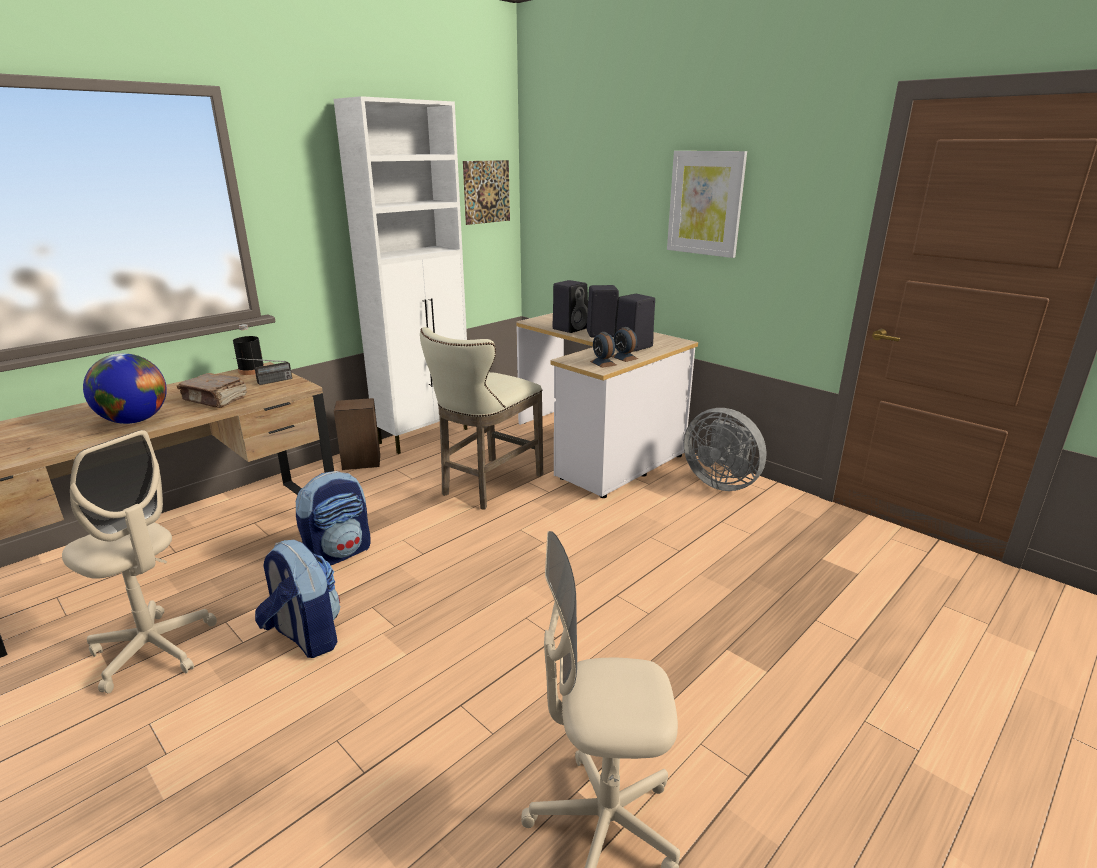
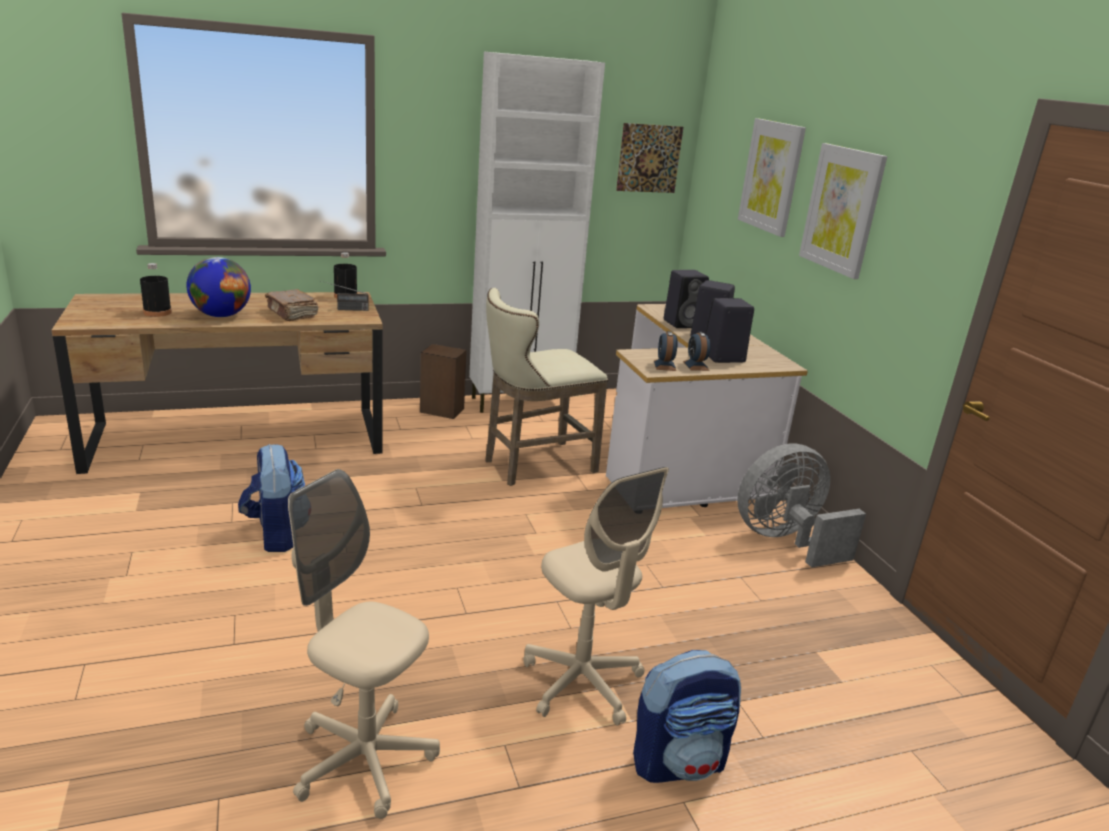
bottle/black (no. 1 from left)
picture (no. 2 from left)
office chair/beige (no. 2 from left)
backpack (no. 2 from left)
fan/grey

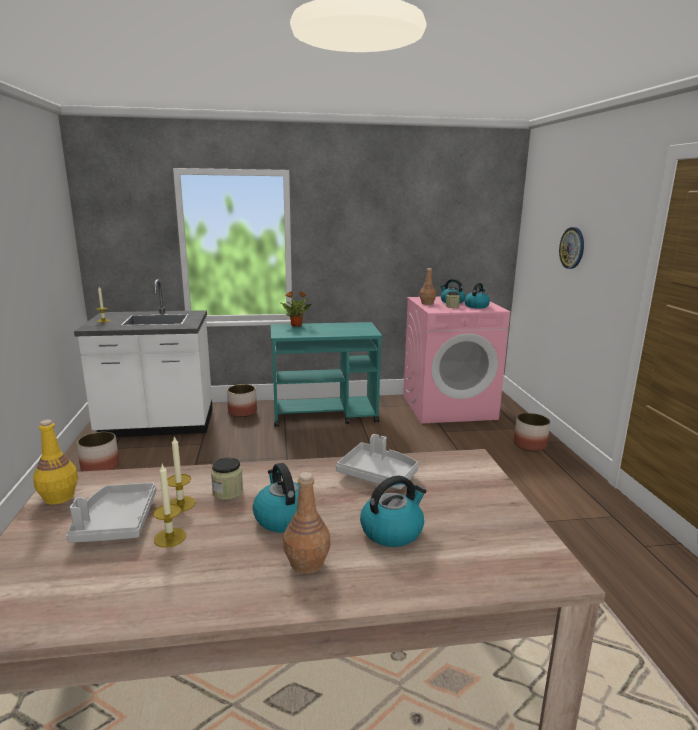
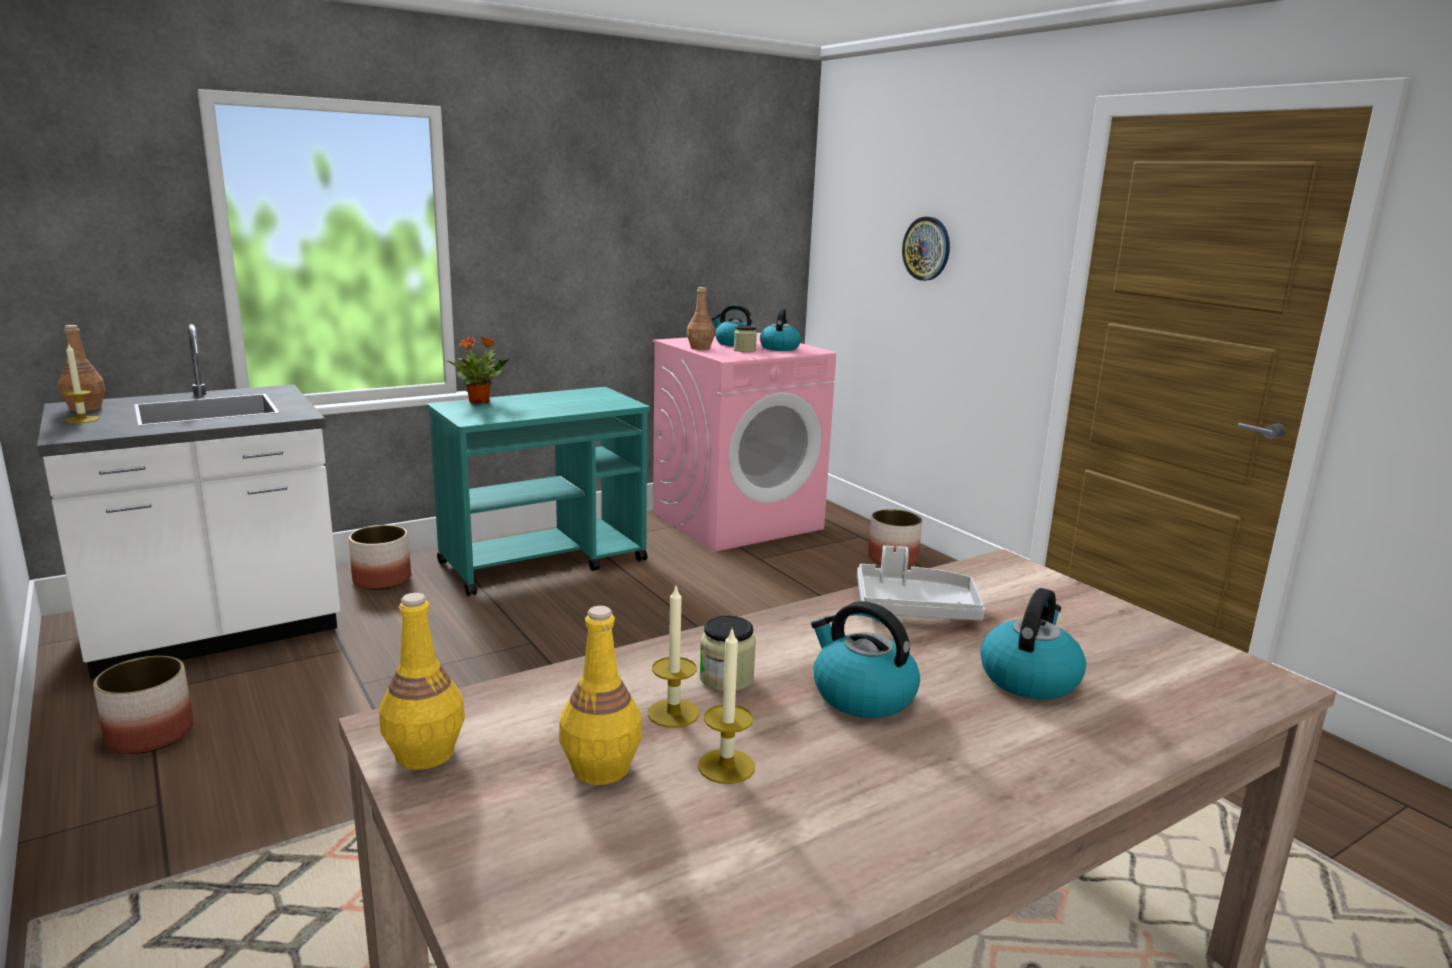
bottle/brown (no. 1 from left)
bottle/yellow (no. 2 from left)

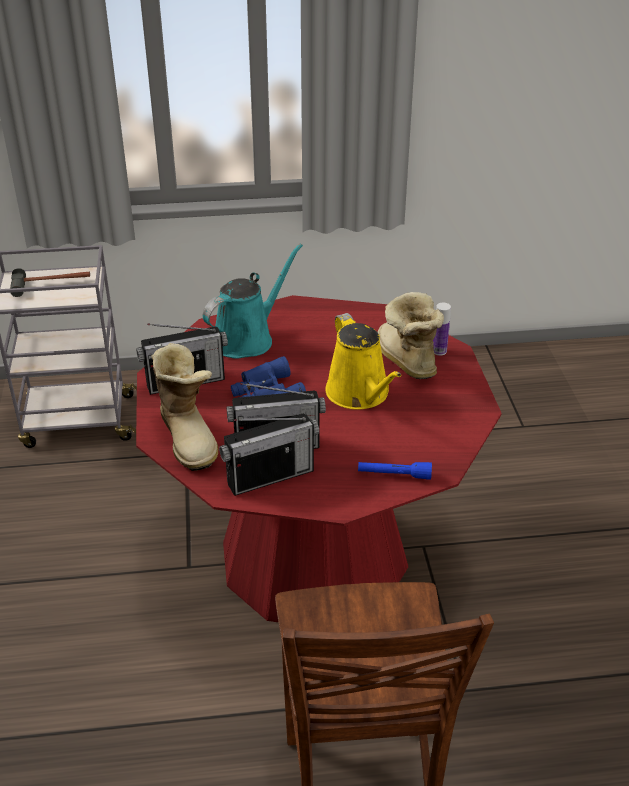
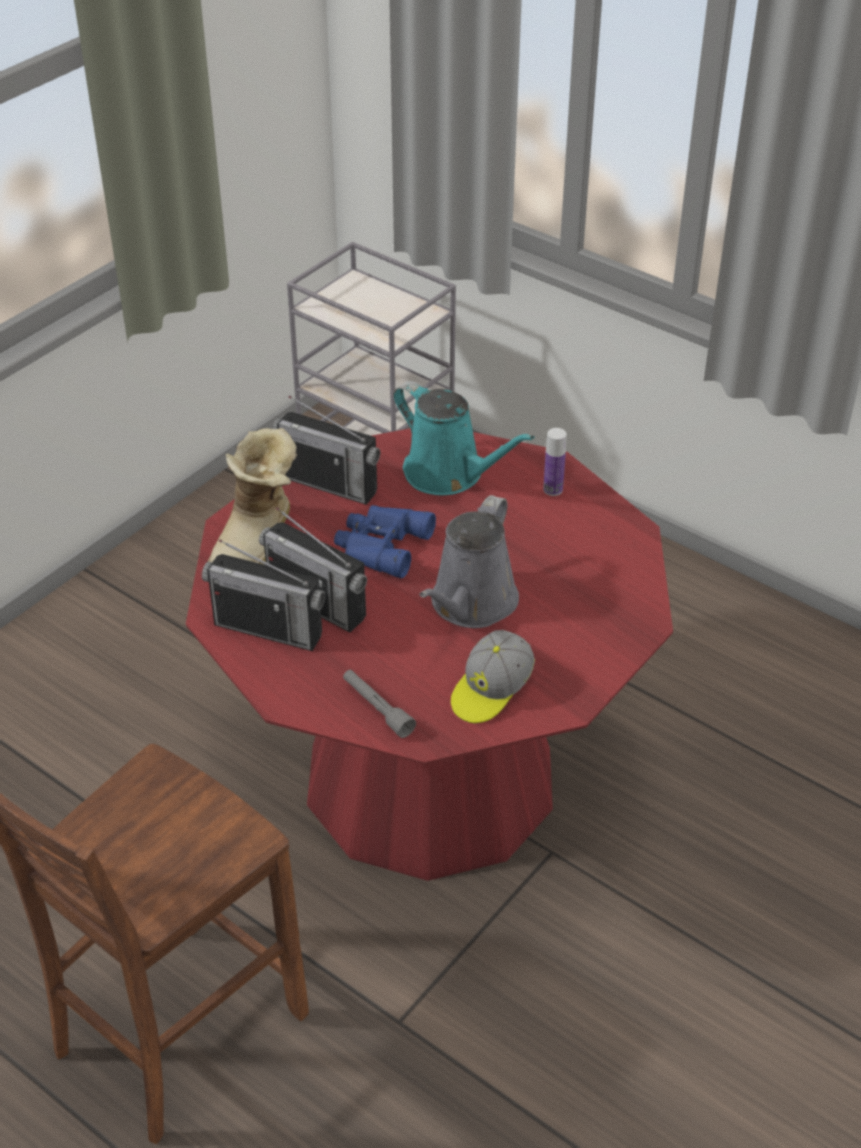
hammer
boot (no. 2 from left in the first image)
cap
bottle
watering can/grey
flashlight/grey
watering can/turquoise

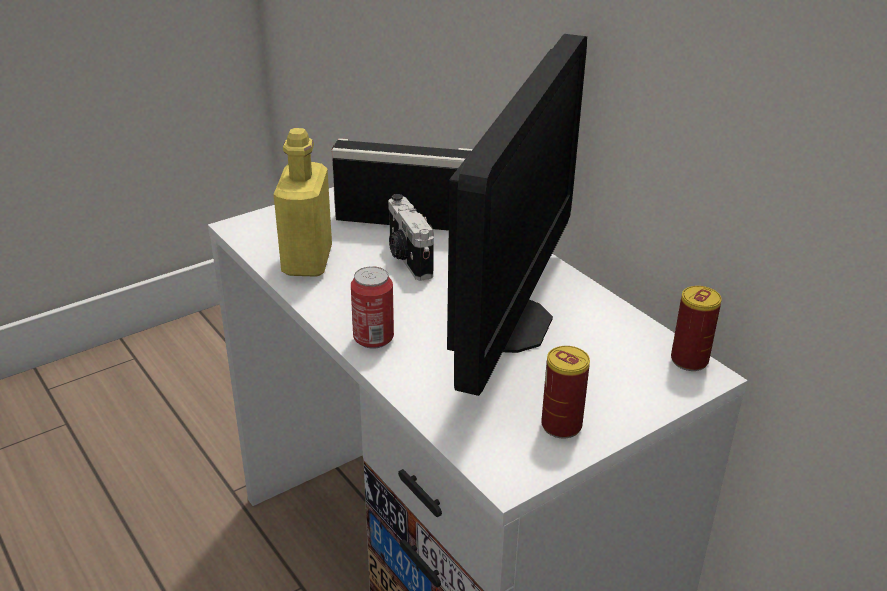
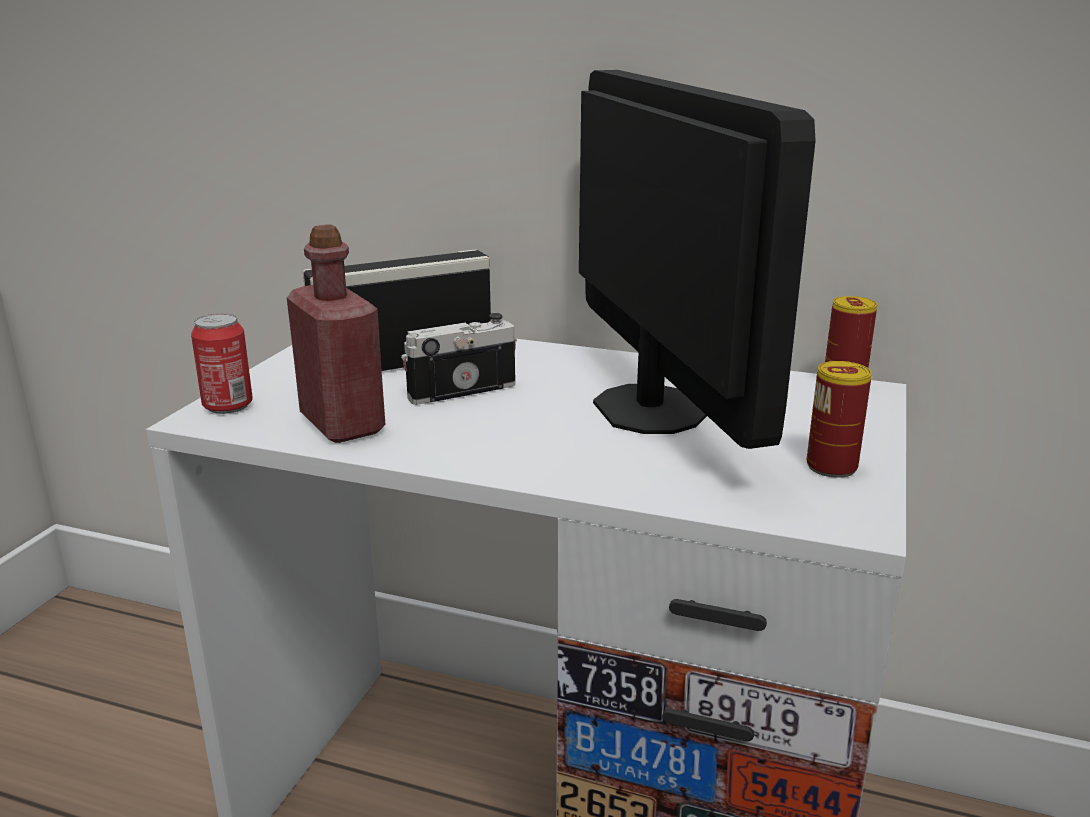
can (no. 1 from left)
bottle/red
photo camera

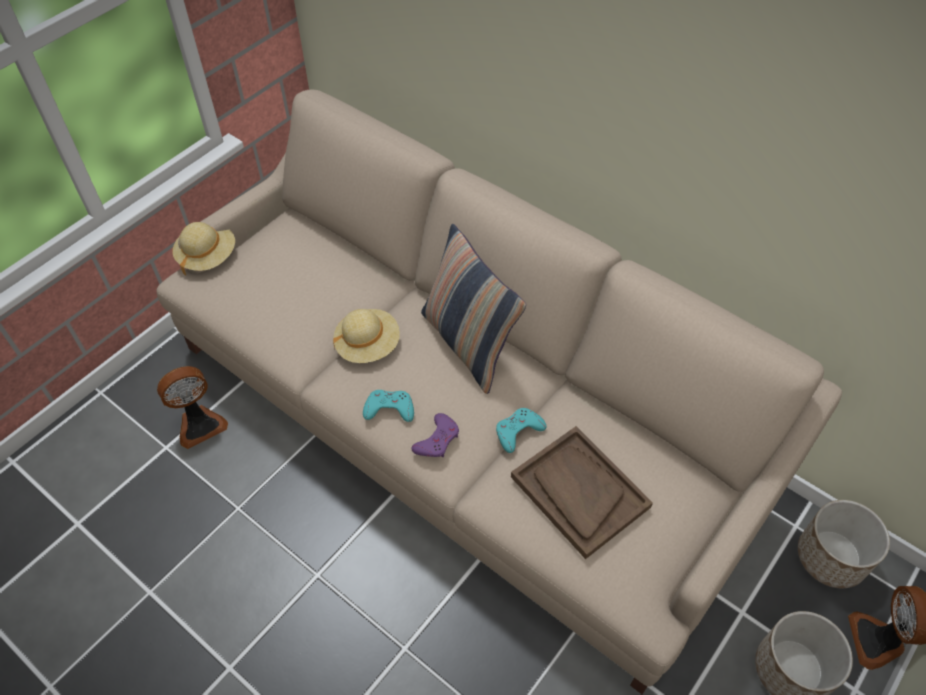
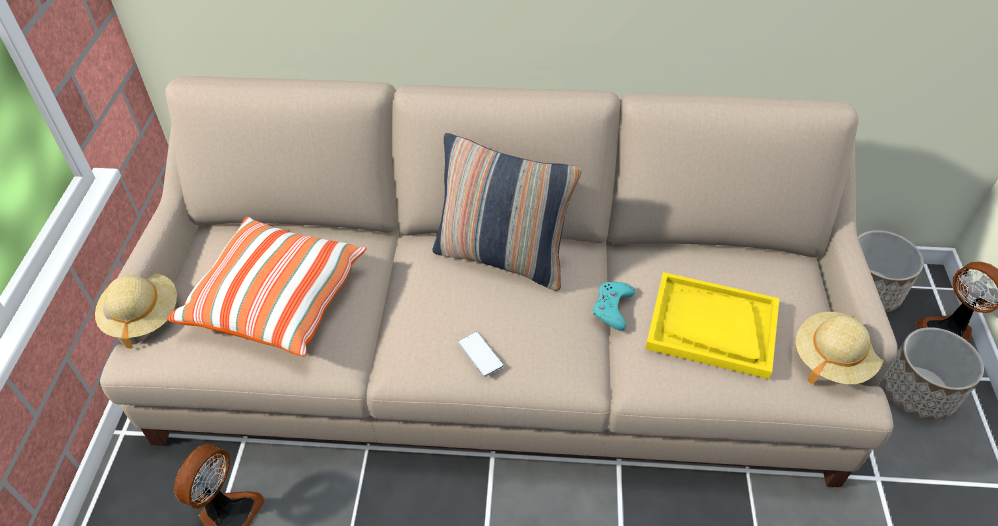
game controller/purple
pillow (no. 1 from left)
hat/beige (no. 2 from left)
phone
tray/yellow

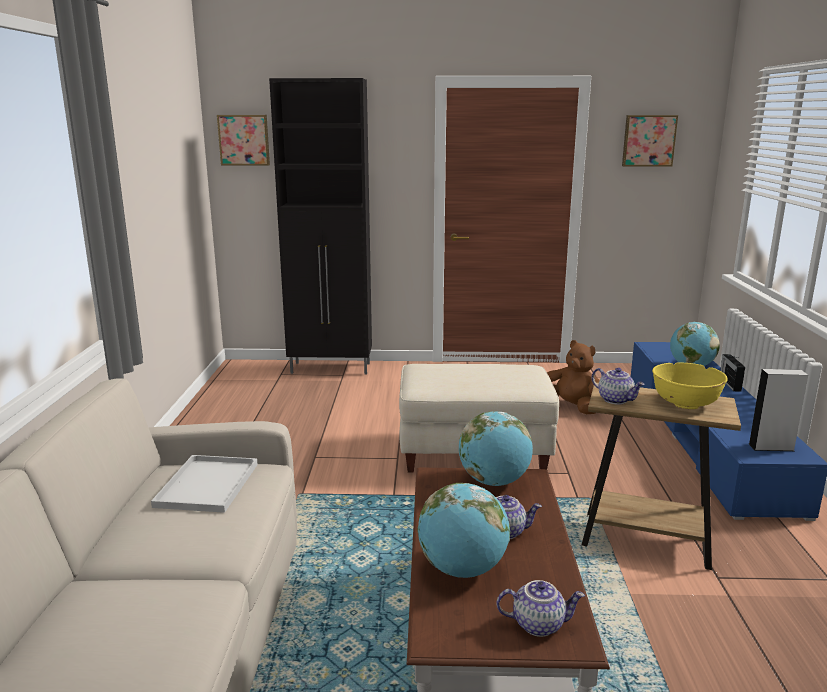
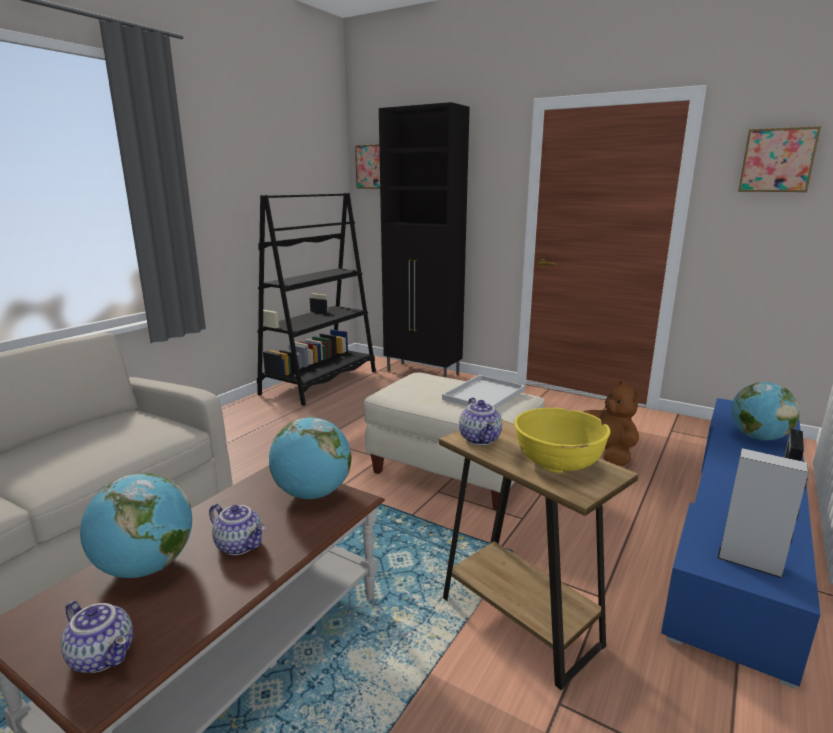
bookcase/black
tray/white

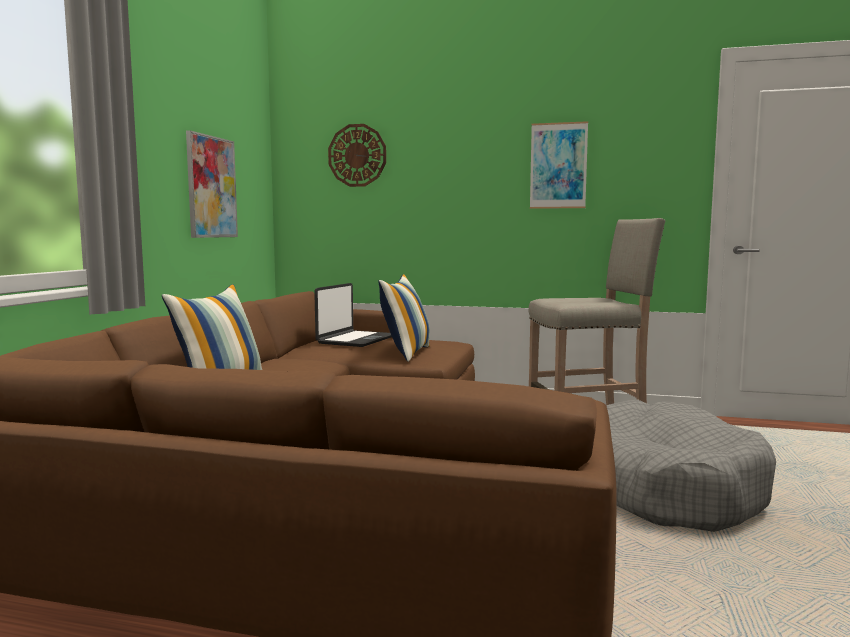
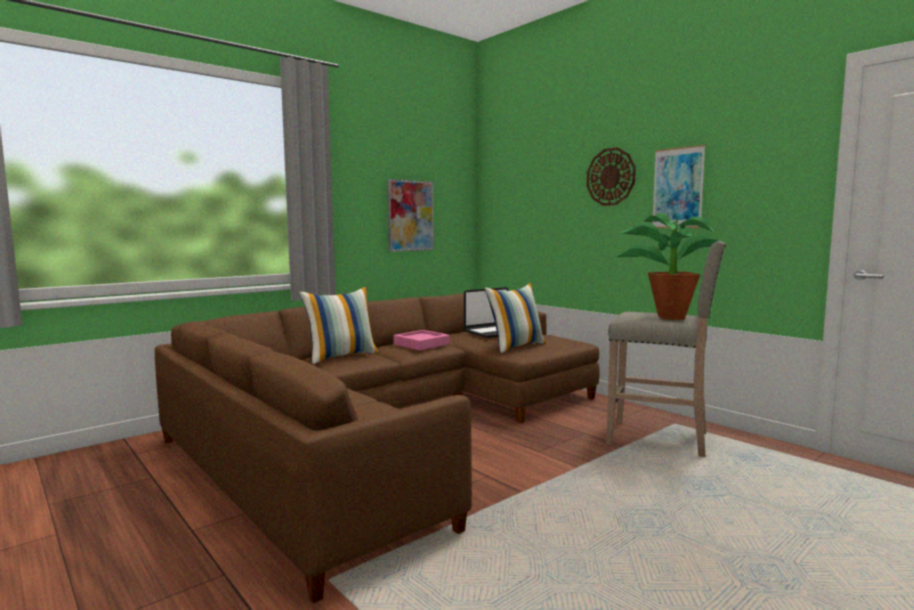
dog bed/grey
tray/pink
potted plant
wall clock

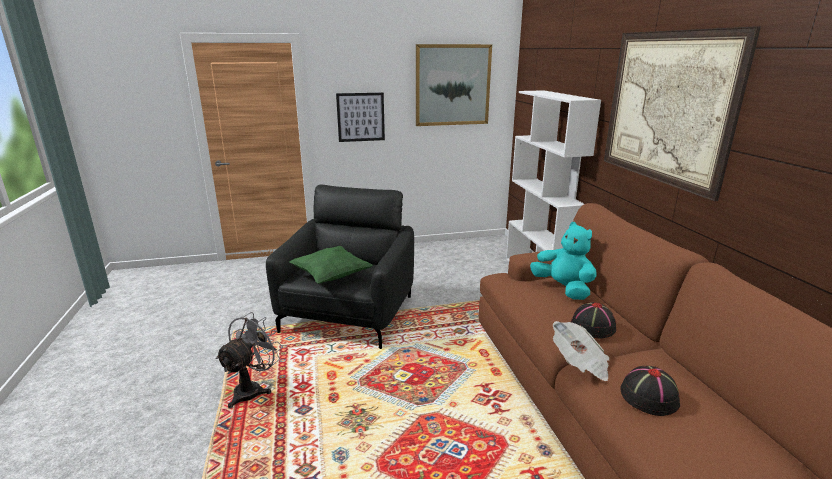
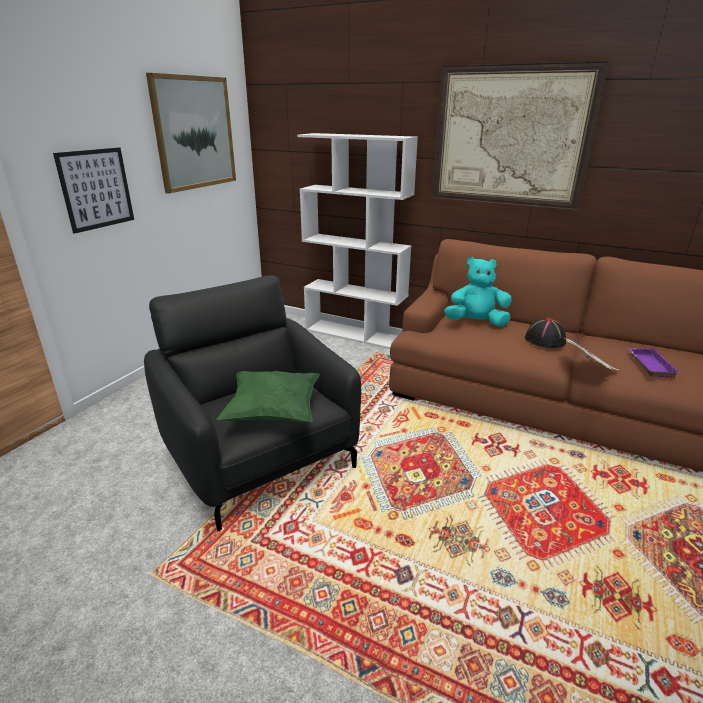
fan/grey
tray/purple

